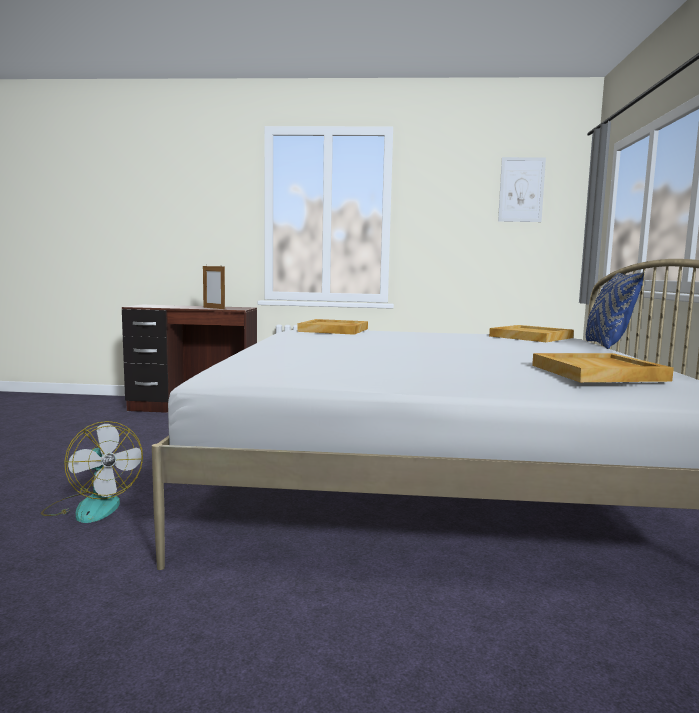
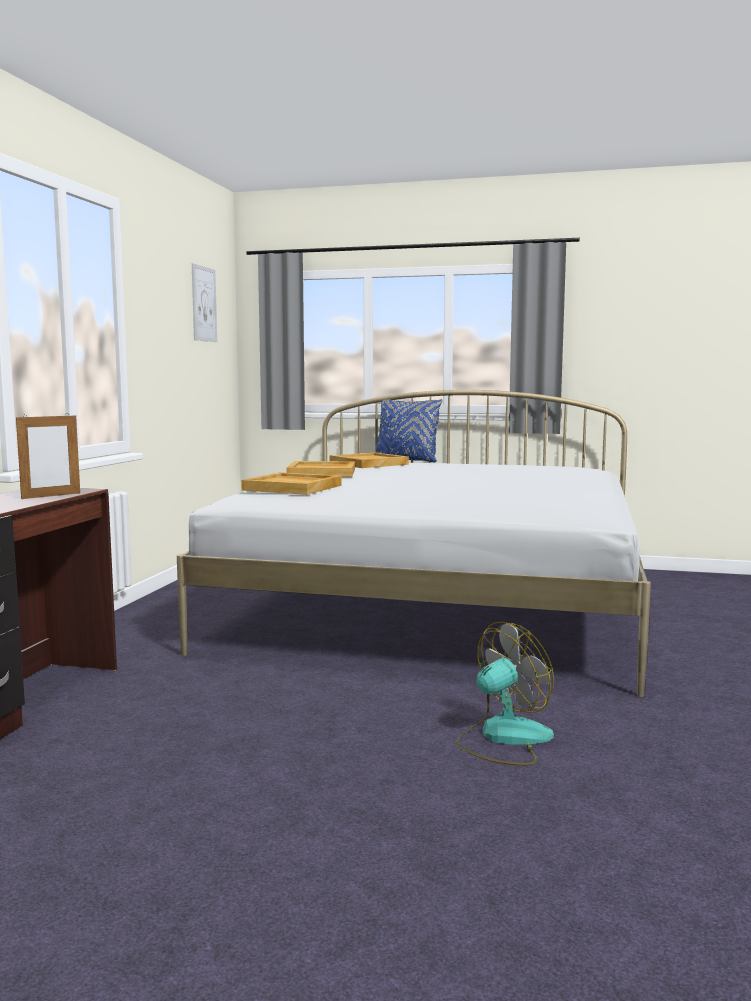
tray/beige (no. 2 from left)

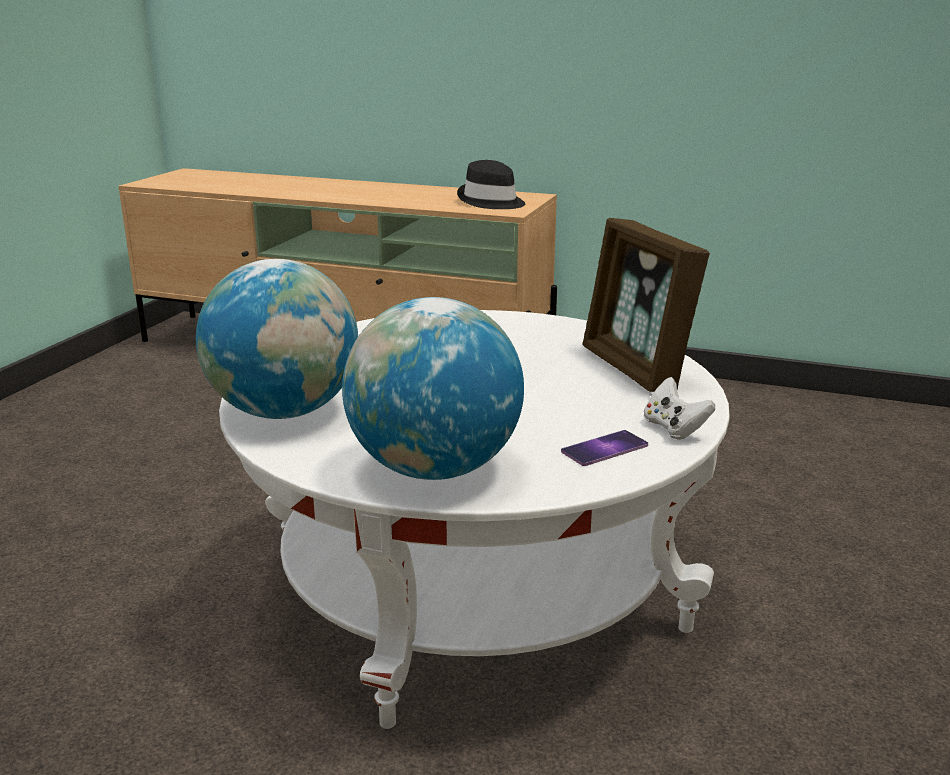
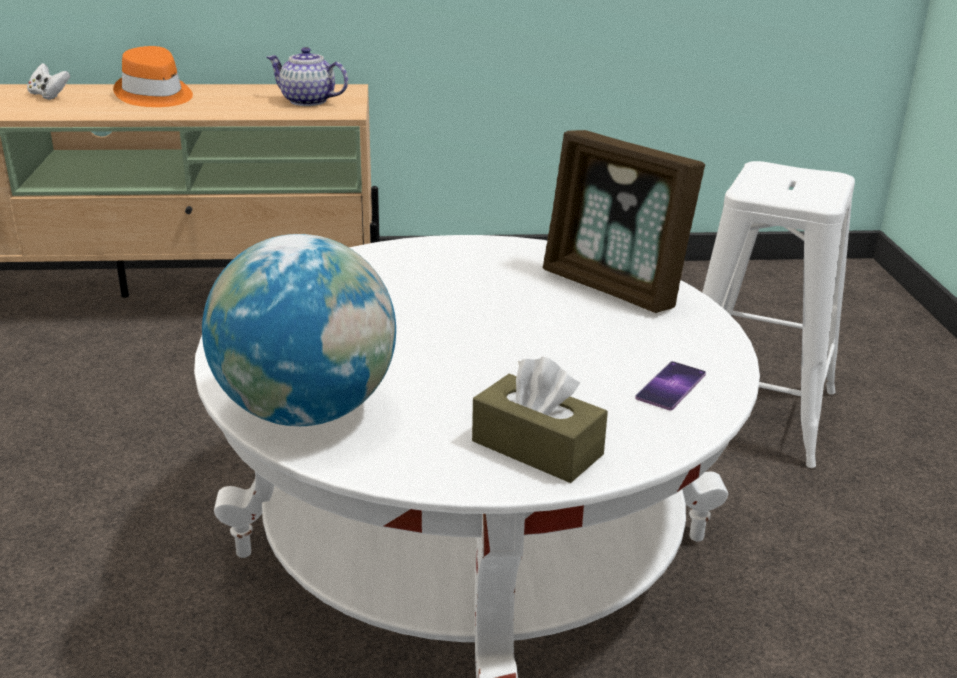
hat/orange
stool/white
game controller/white
tissue box/brown
teapot

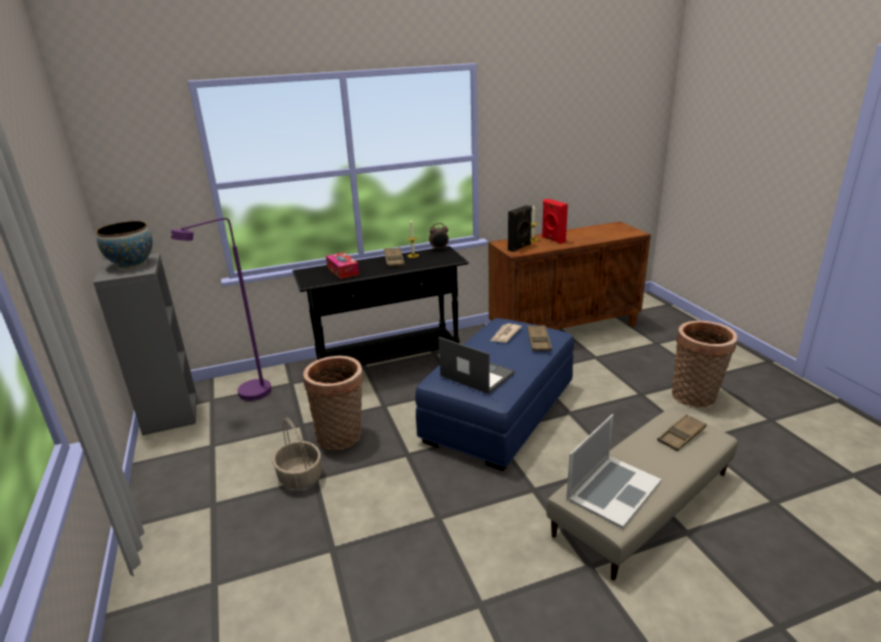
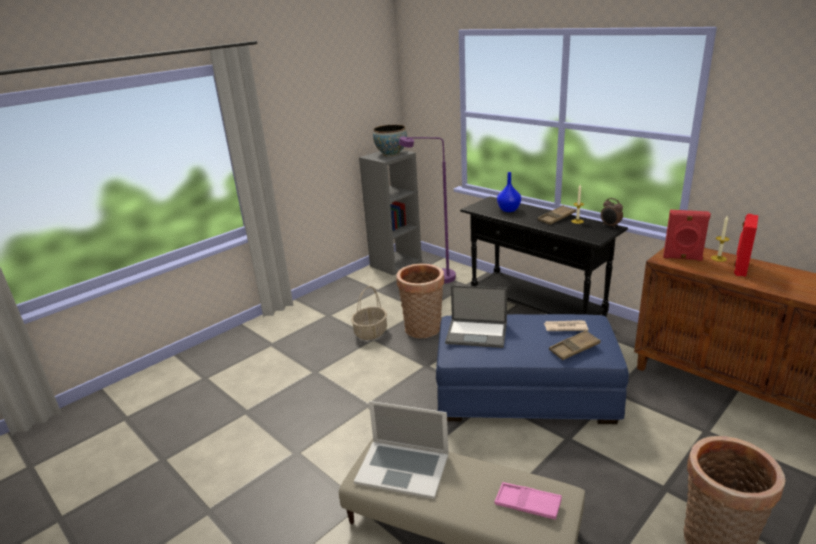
vase/blue
speaker/red (no. 1 from left)
tray/pink
laptop (no. 2 from left)

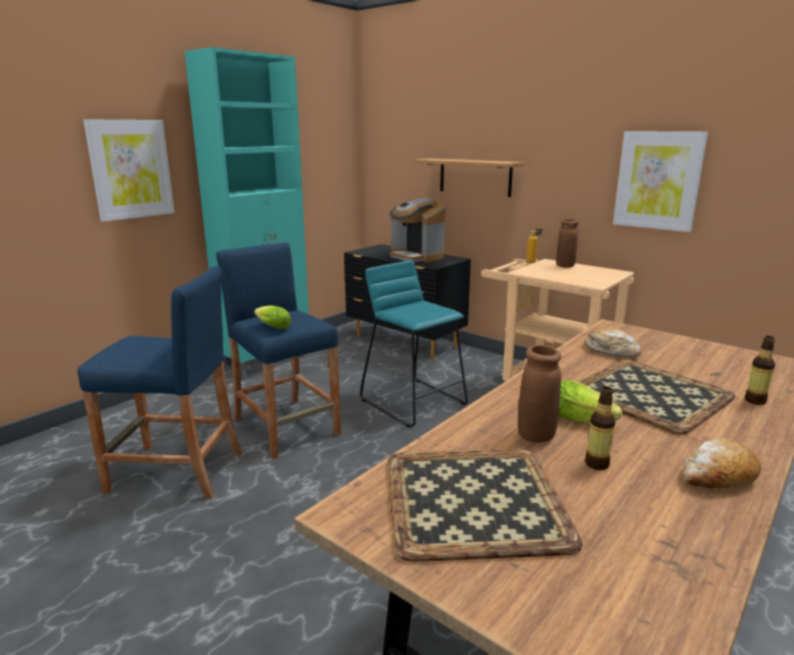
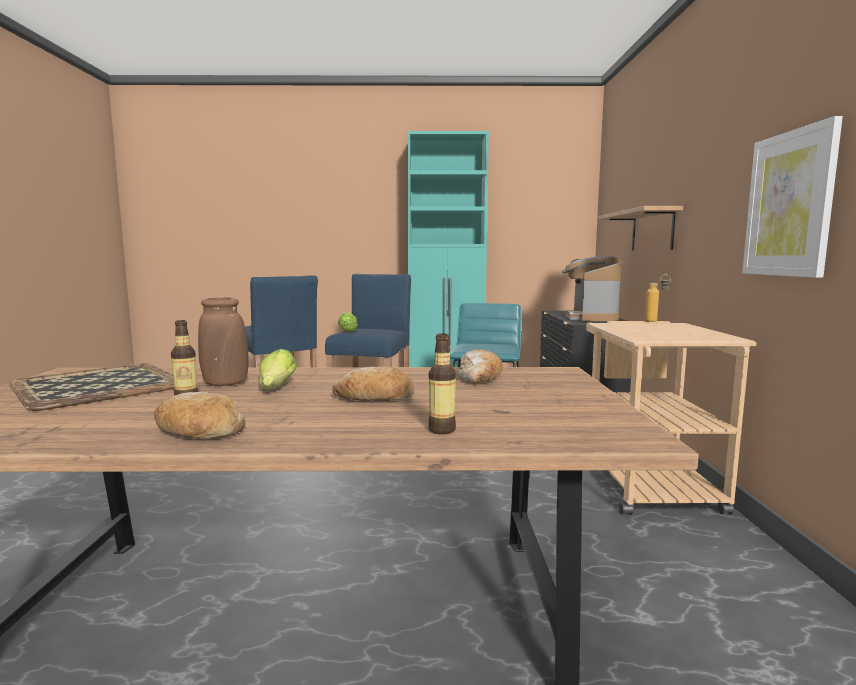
picture (no. 1 from left in the first image)
vase/brown (no. 2 from left in the first image)
bread (no. 2 from left)

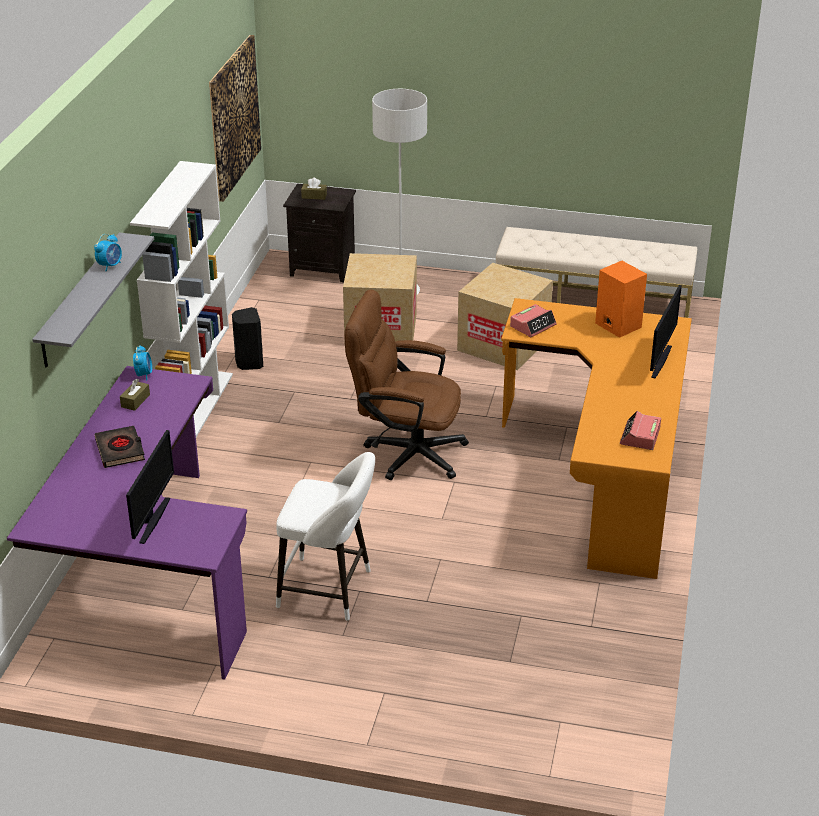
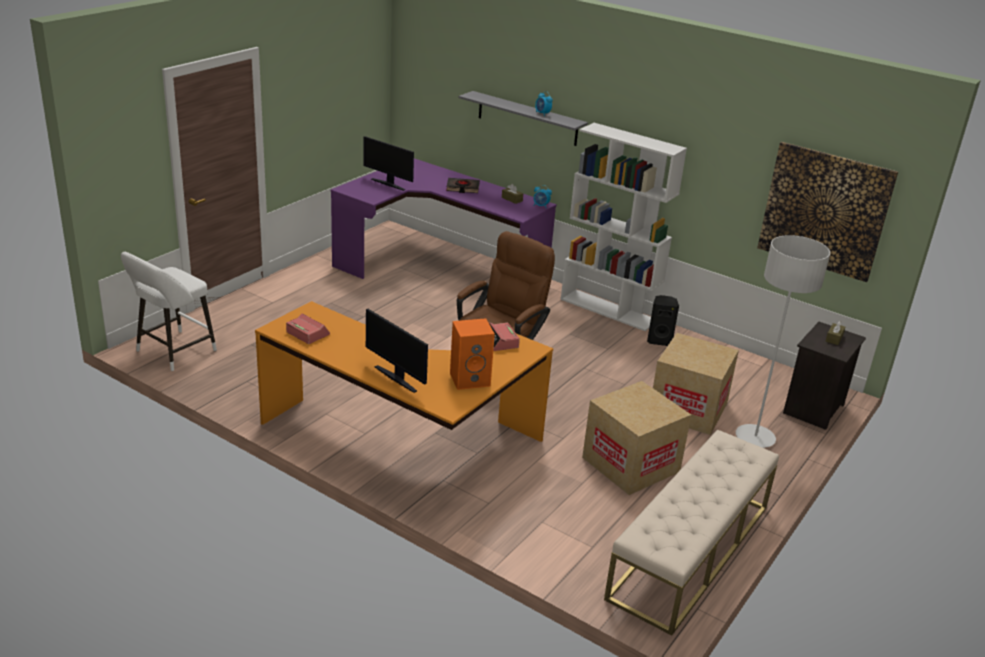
stool/white

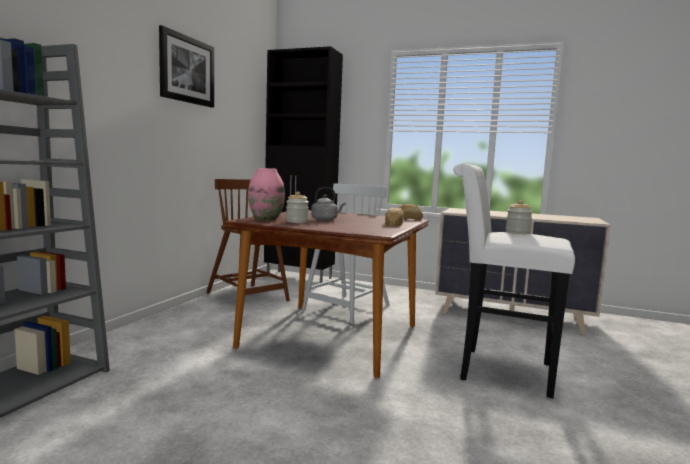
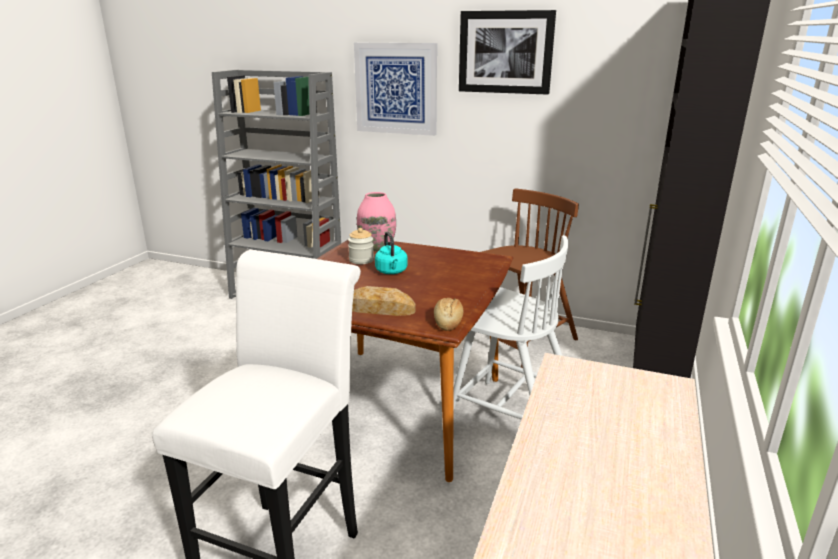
jar (no. 2 from left in the first image)
picture (no. 1 from left)
kettle/turquoise

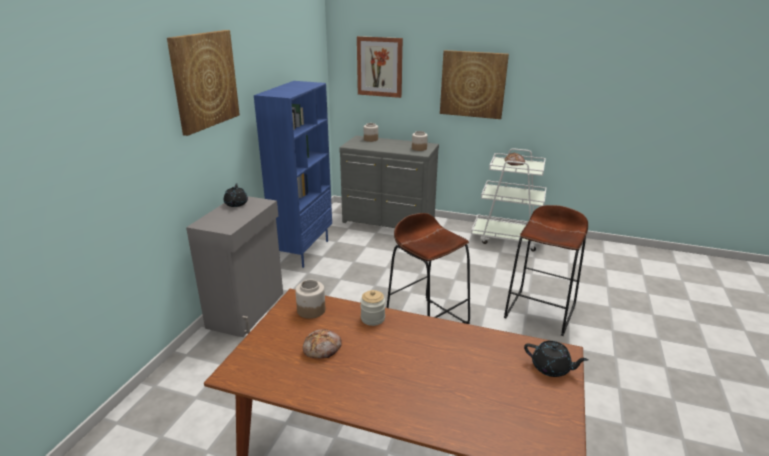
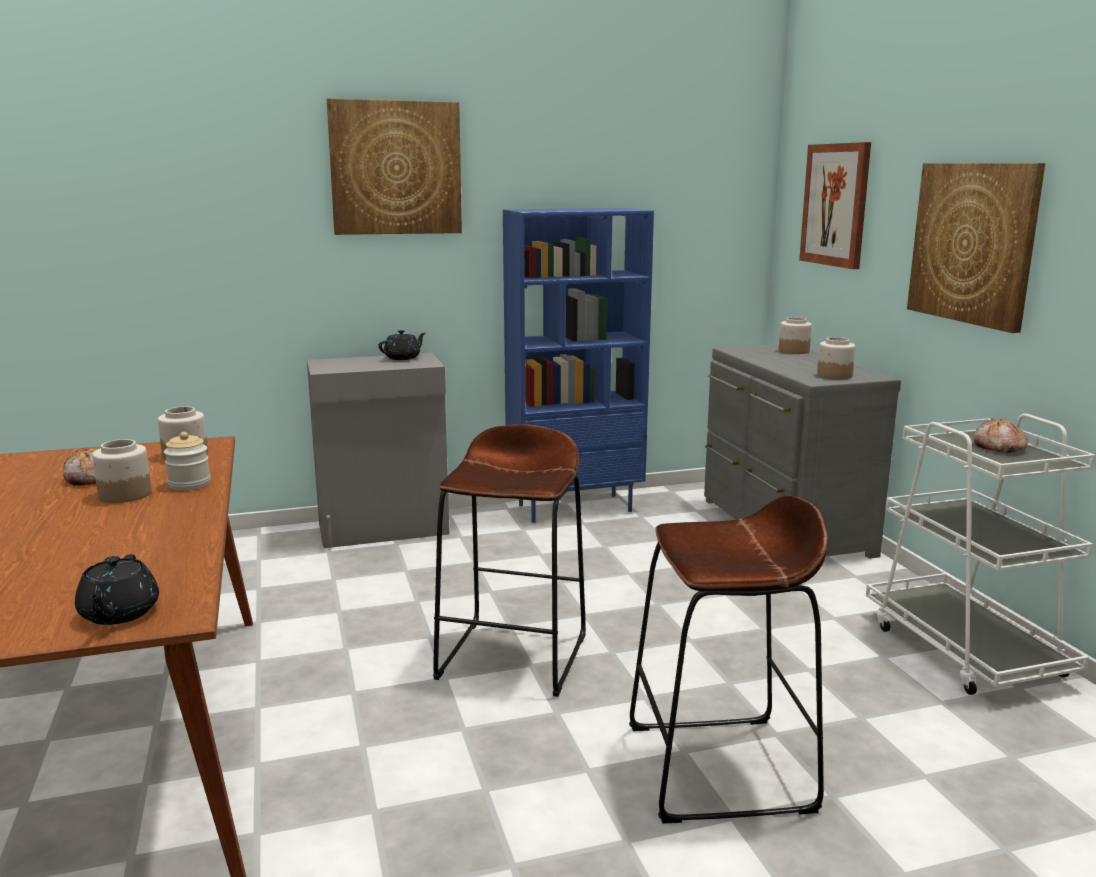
jar (no. 1 from left)

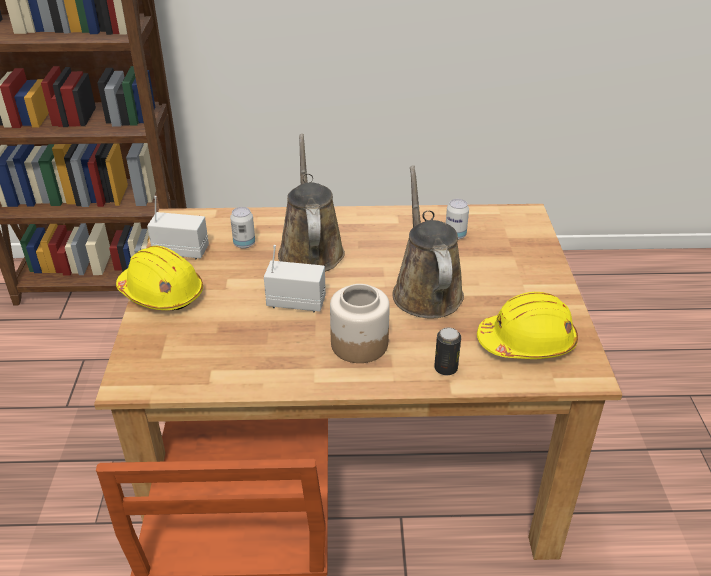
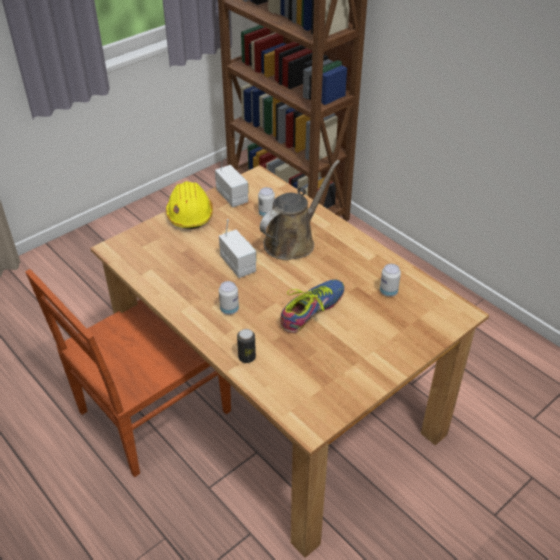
hard hat/yellow (no. 2 from left in the first image)
can (no. 1 from left)
shoe

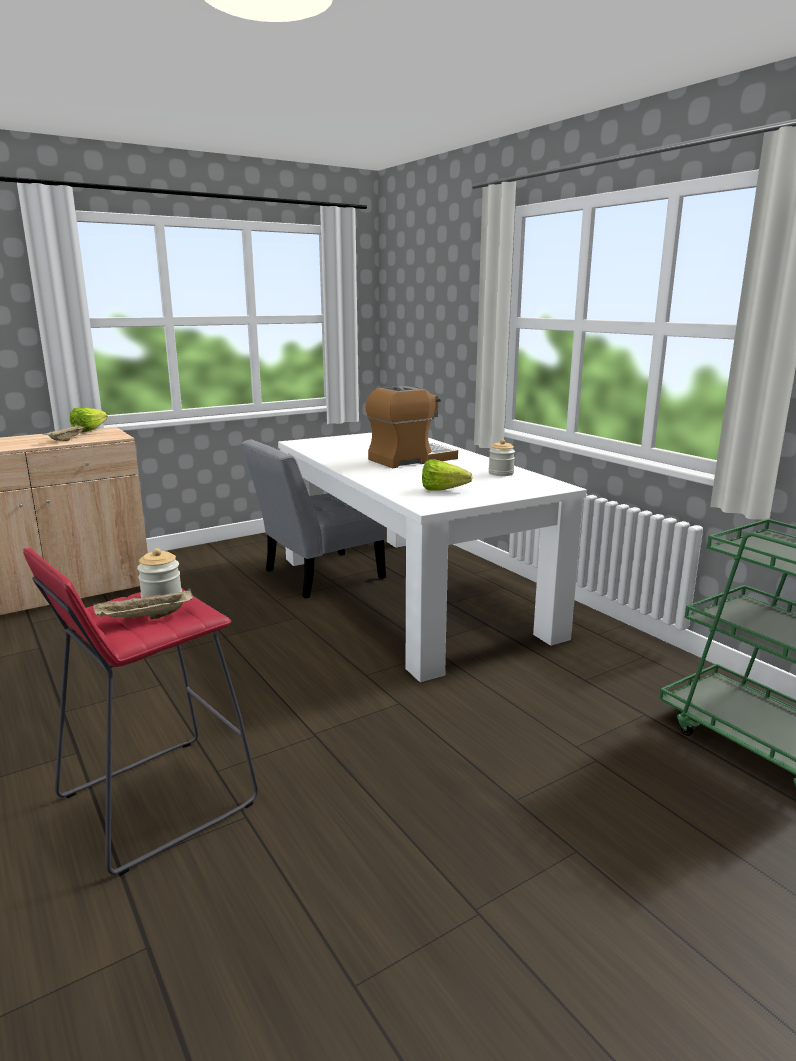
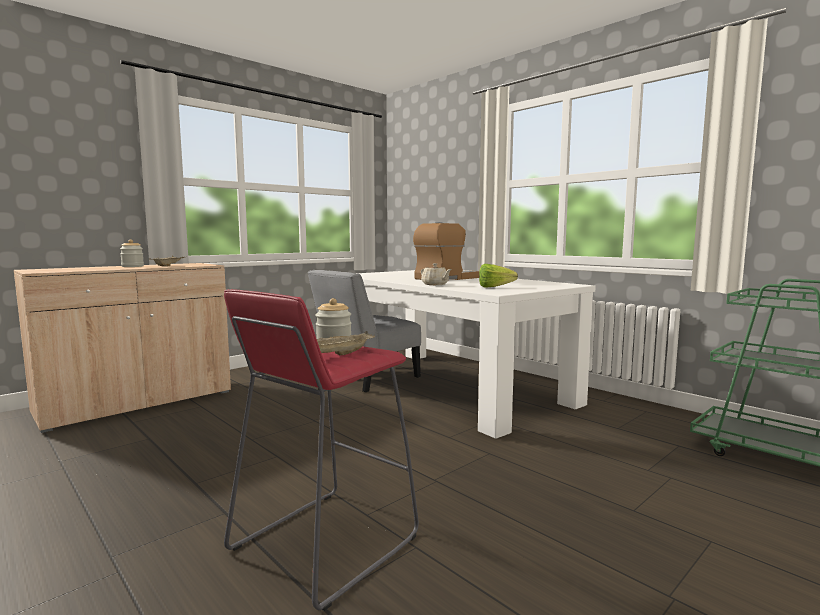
lettuce (no. 1 from left in the first image)
teapot/beige
jar (no. 1 from left)

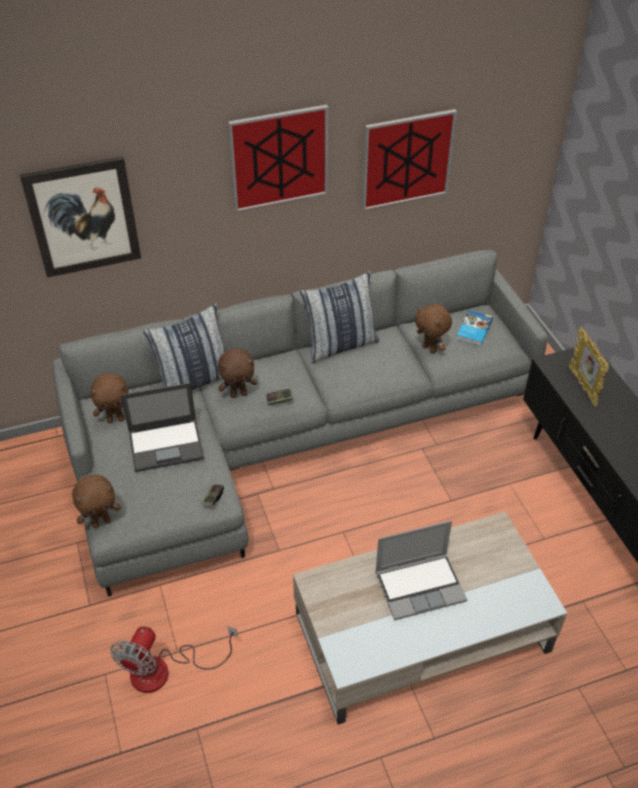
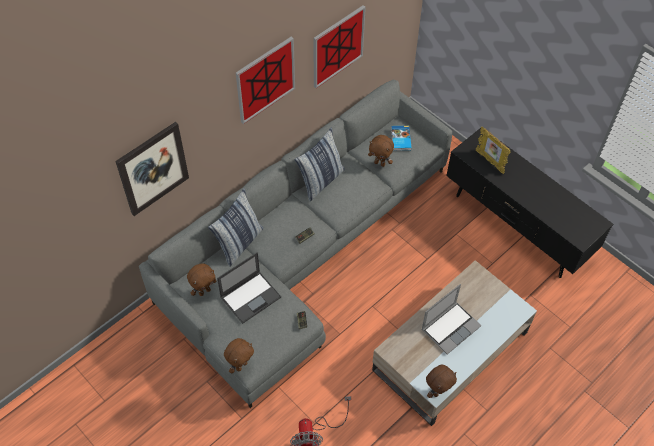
plush toy/brown (no. 4 from left)

